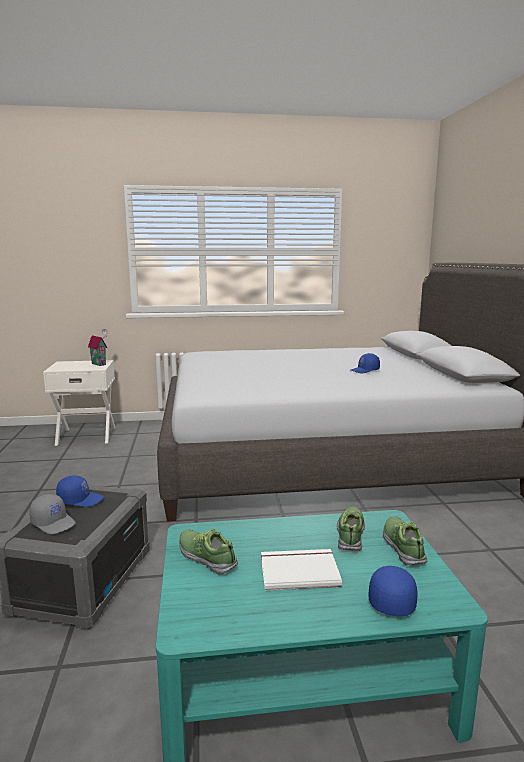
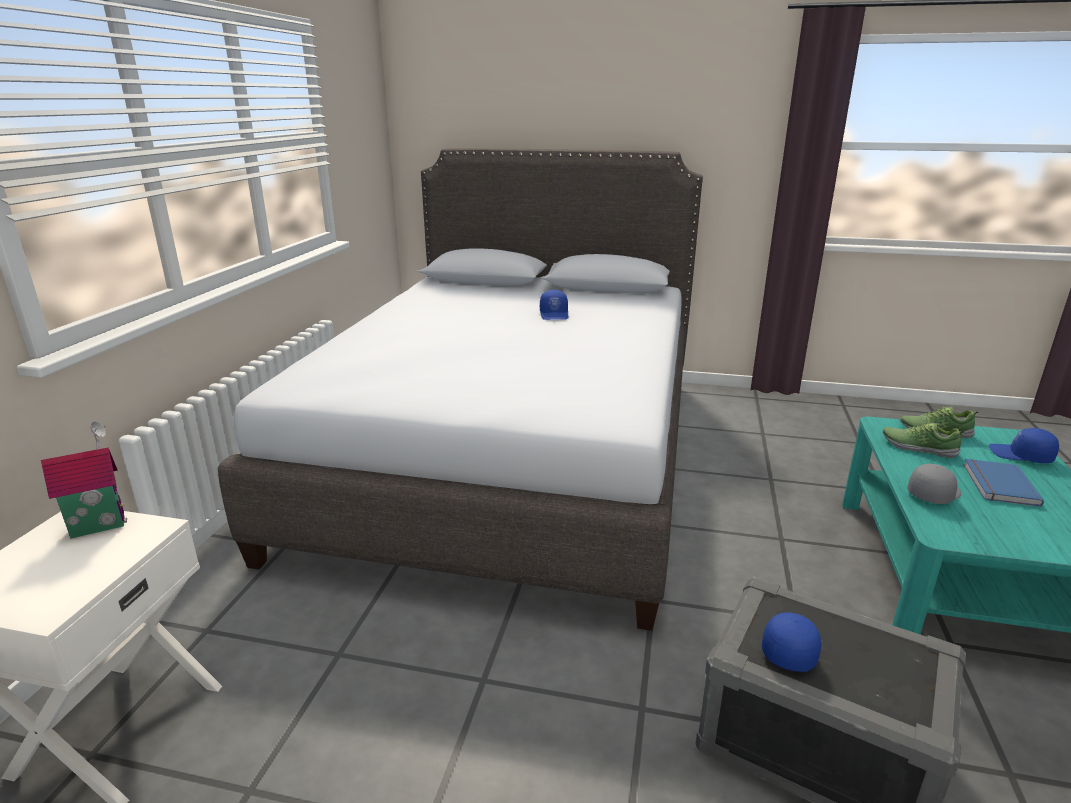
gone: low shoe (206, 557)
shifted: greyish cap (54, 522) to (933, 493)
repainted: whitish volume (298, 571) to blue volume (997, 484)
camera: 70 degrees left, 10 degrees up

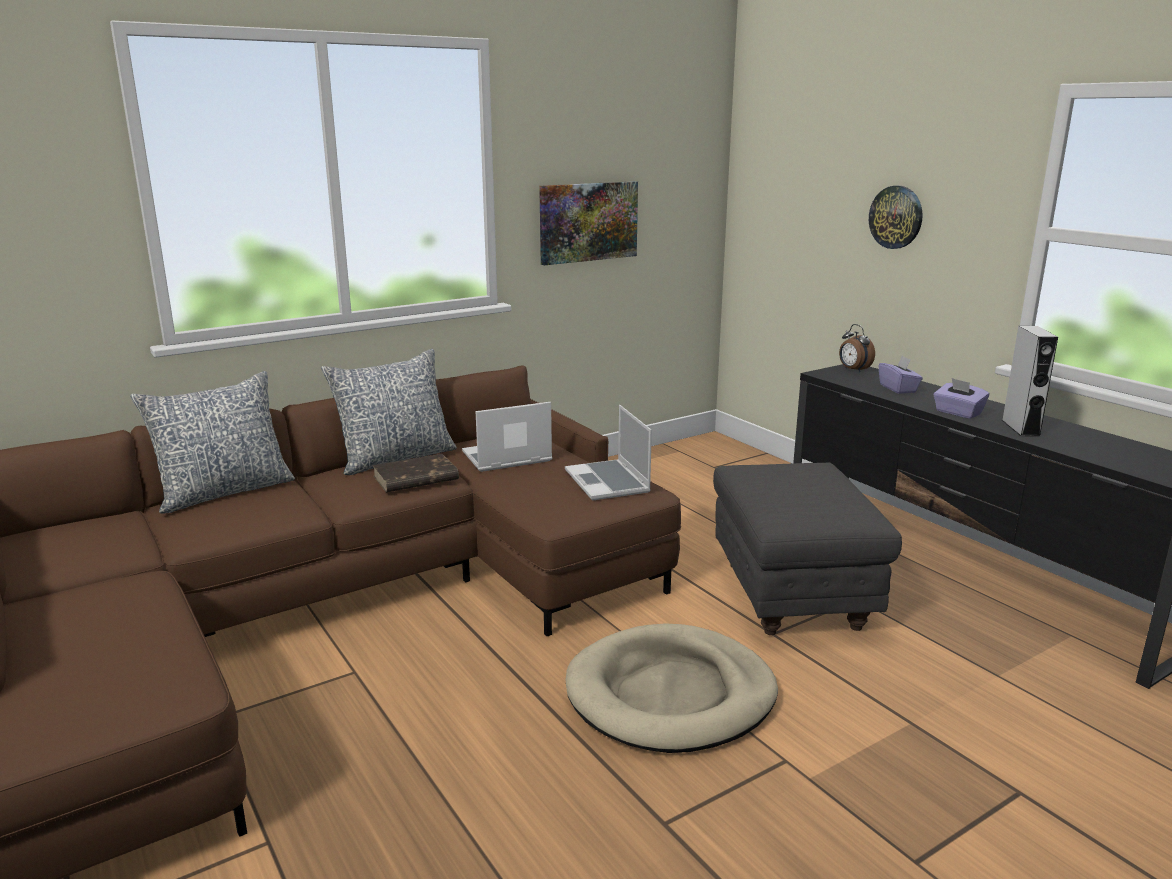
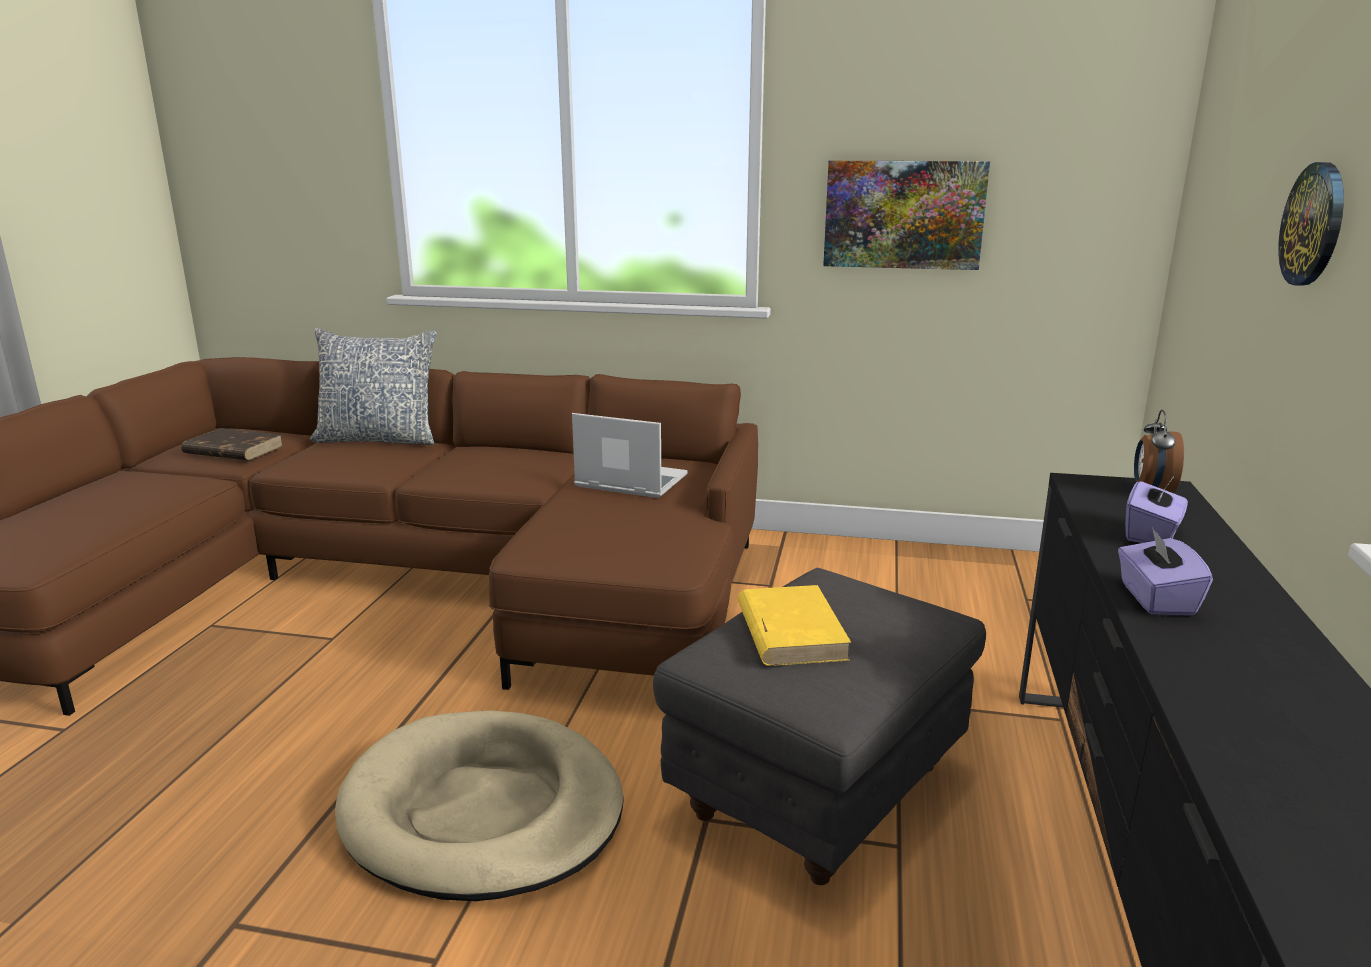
gone: cushion (395, 458); portable computer (608, 482); greyish speaker (1020, 428)
new: yellow-coloured volume (790, 631)
shifted: brown-coloured volume (415, 478) to (233, 450)
camera: 45 degrees right, 0 degrees up

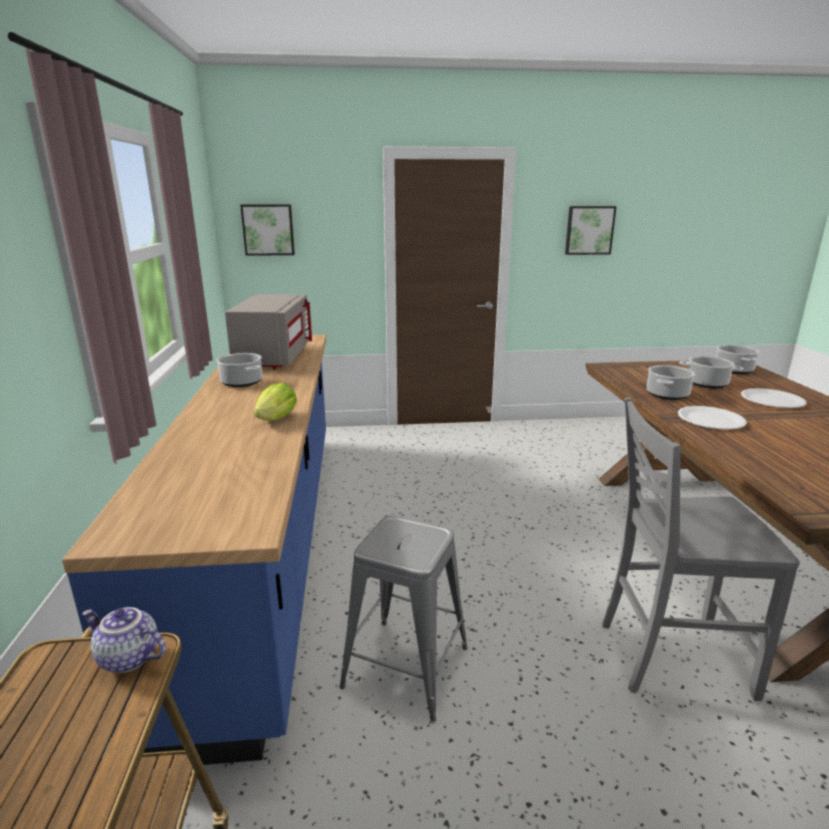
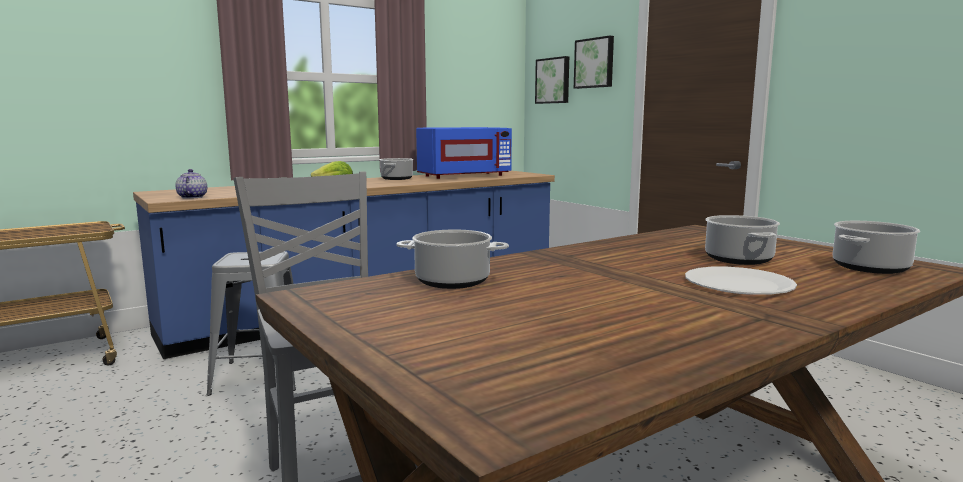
gone: whitish plate (711, 420)
shifted: pot for tea (127, 658) to (191, 197); wall art (589, 230) to (595, 63); saucepot (667, 394) to (453, 281)
repainted: greyish microwave oven (273, 357) to blue microwave oven (464, 176)
camera: 60 degrees right, 10 degrees down

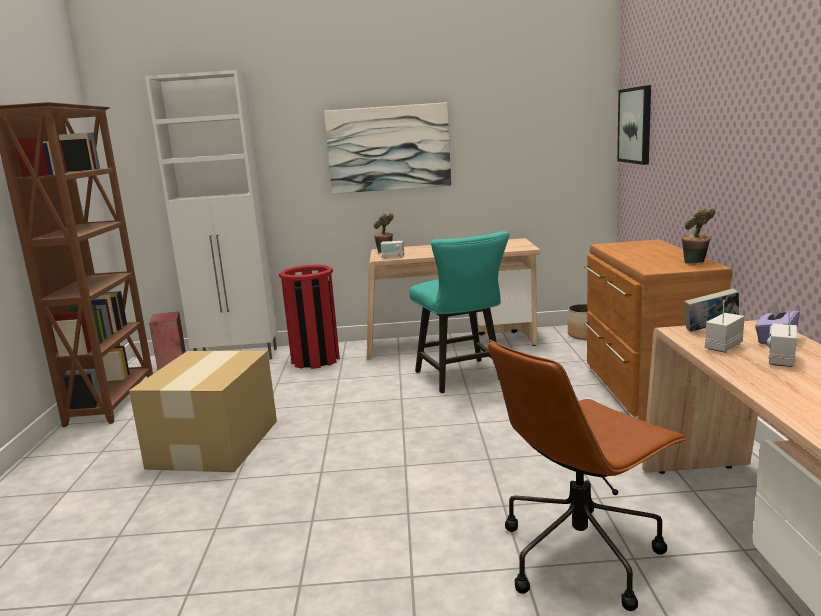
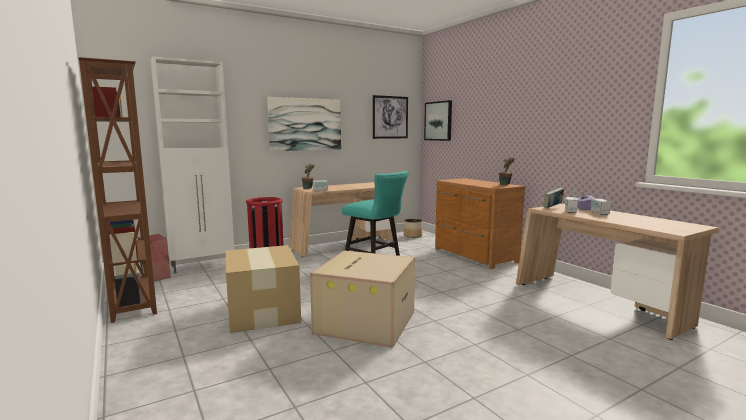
gone: brown-coloured computer chair (581, 554)
new: packing box (365, 321); wall art (390, 117)
camera: 30 degrees left, 5 degrees down

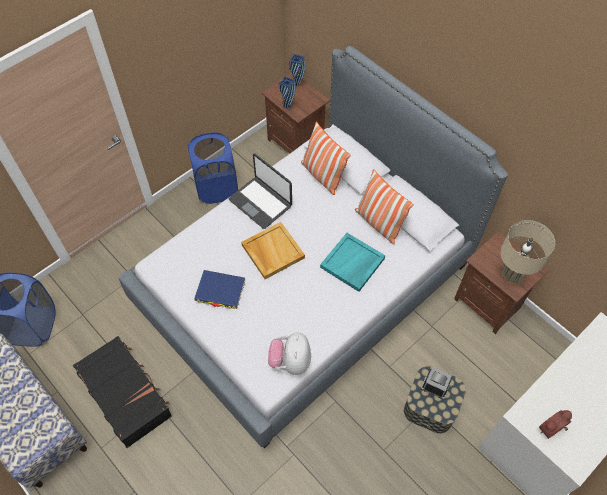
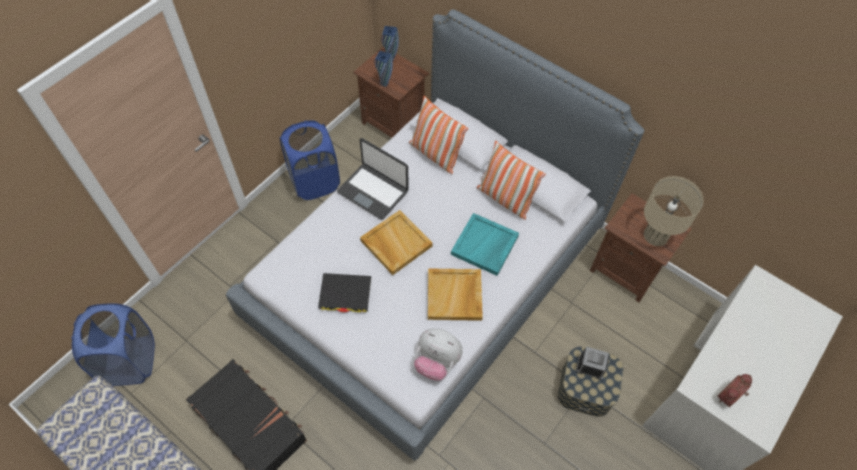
new: sand-coloured carrying tray (455, 296)
repainted: blue volume (220, 291) to black-coloured volume (345, 294)
rotated: soft toy (290, 361) = (436, 362) 60 degrees counterclockwise
camera: 10 degrees left, 0 degrees up

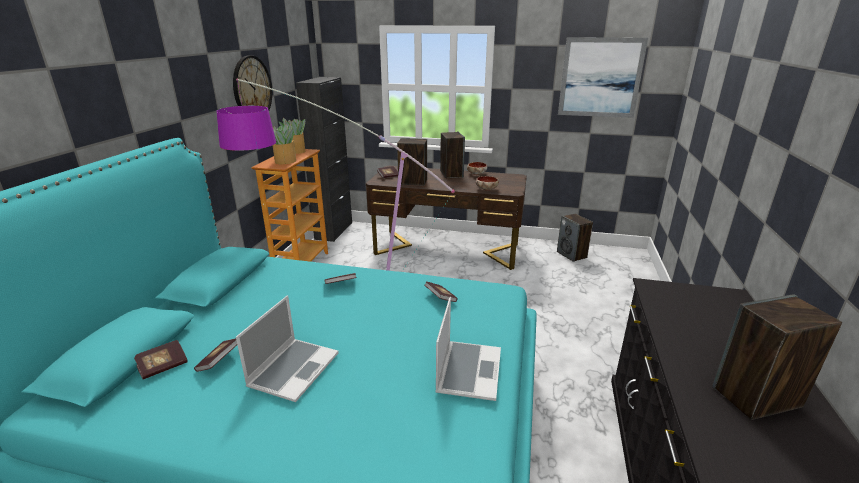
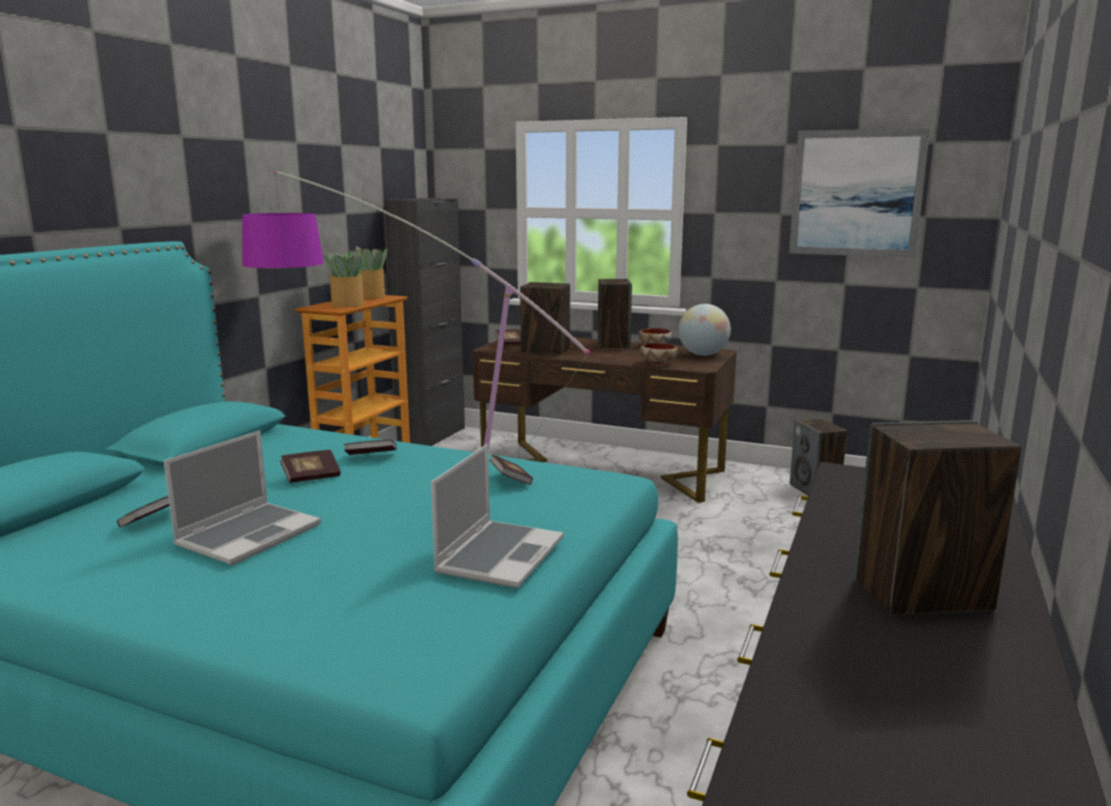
gone: clock on the wall (252, 88)
new: desk globe (703, 355)
shifted: volume (163, 366) to (311, 477)
camera: 10 degrees right, 10 degrees down

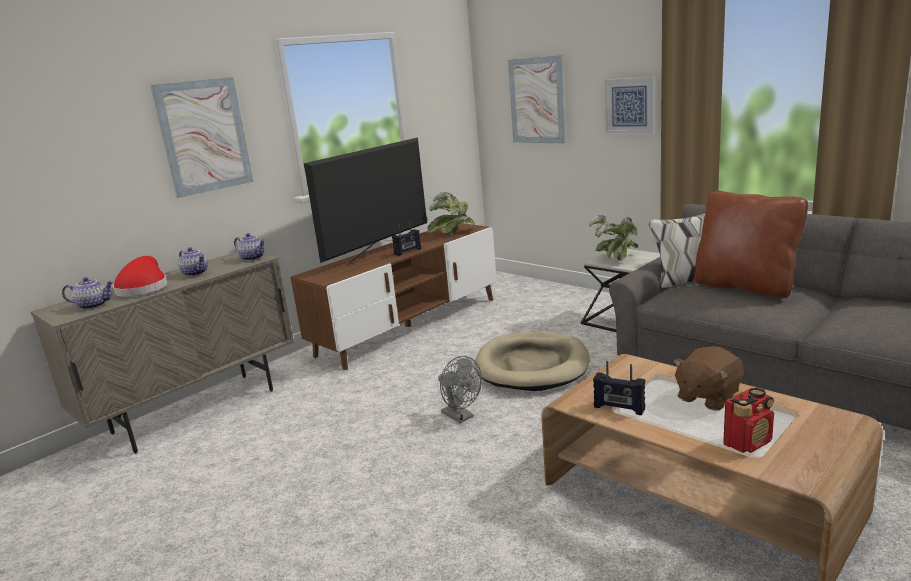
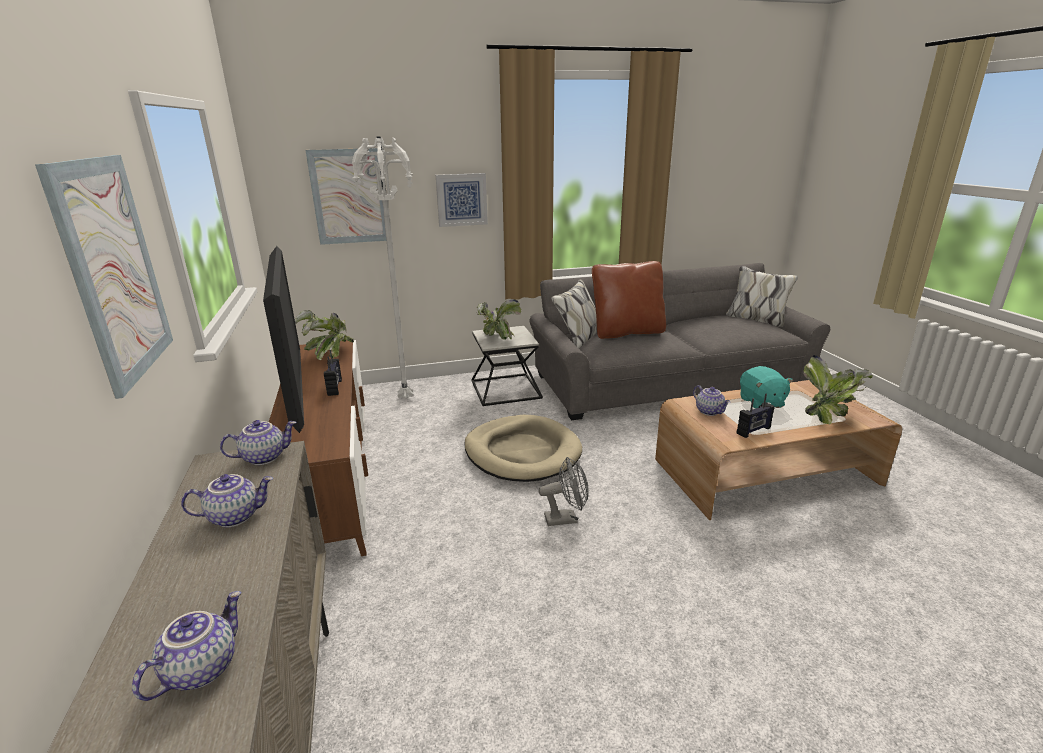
gone: reddish hat (143, 288)
new: whitish floor lamp (407, 398); pot for tea (709, 411)
swapped: radio (748, 442) to houseplant (828, 415)
repainted: brown-coloured soft toy (707, 397) to turquoise-coloured soft toy (761, 402)
camera: 60 degrees left, 5 degrees up

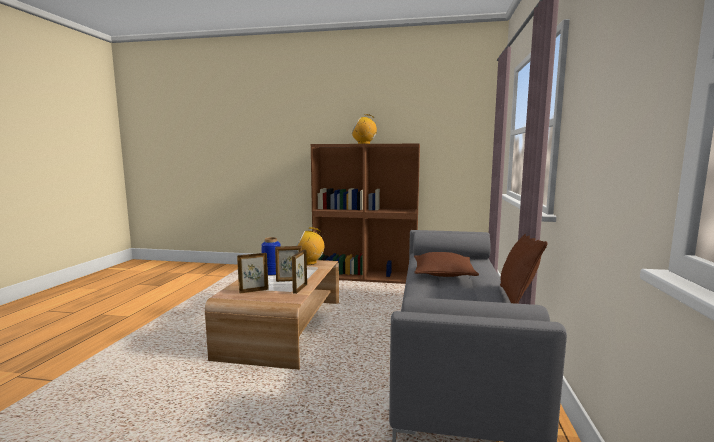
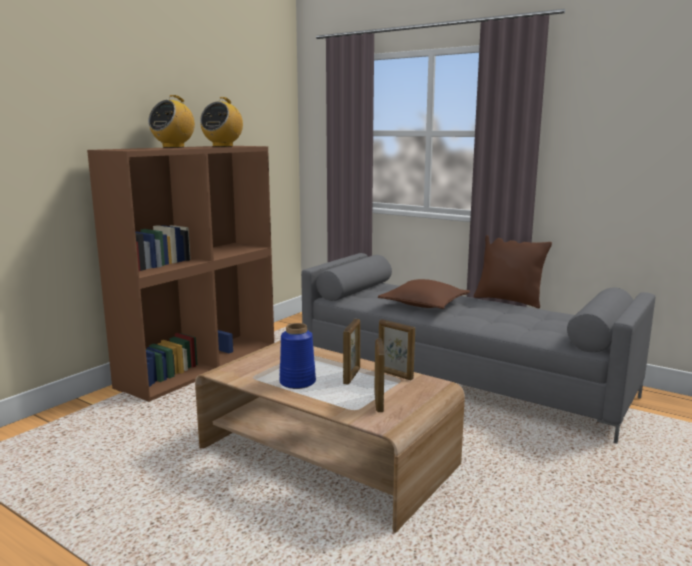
shifted: radio (309, 263) to (223, 146)
camera: 65 degrees left, 5 degrees up

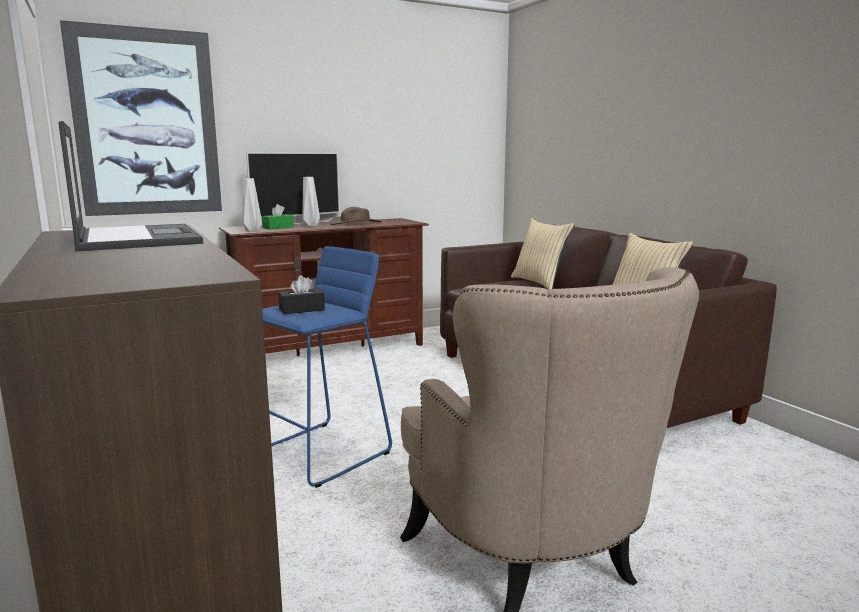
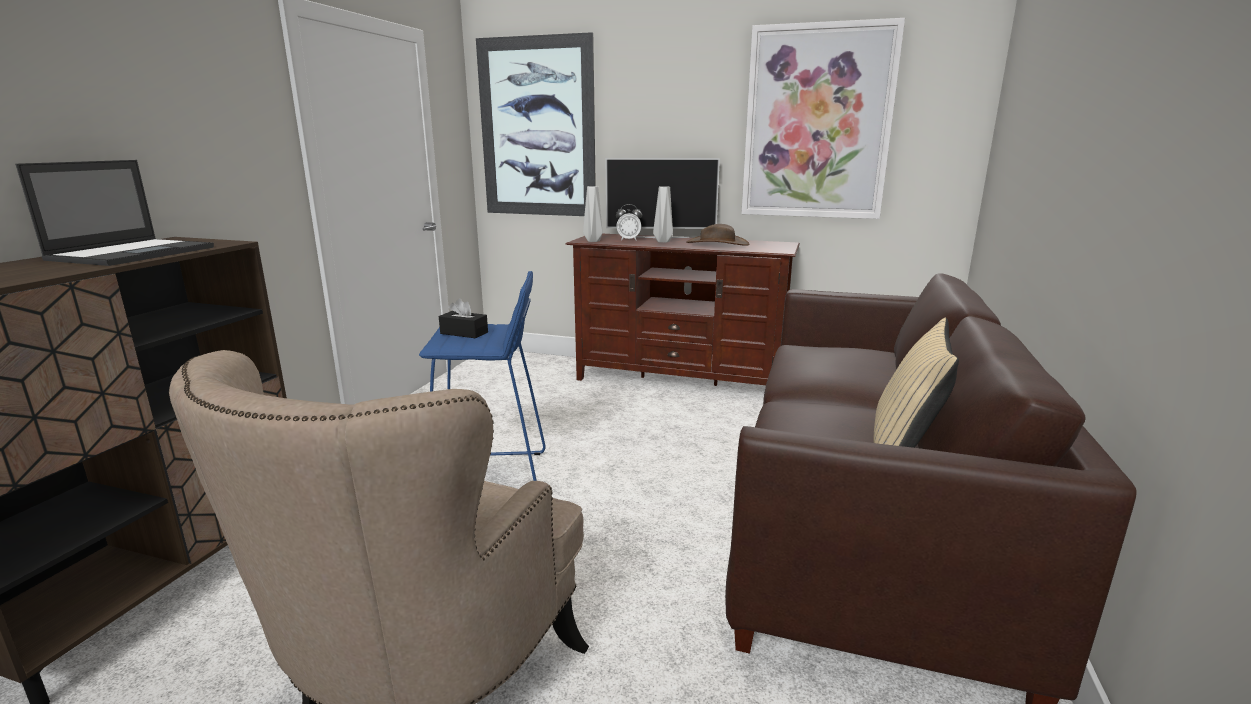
gone: sand-coloured cushion (539, 283)
new: wall art (817, 123)
swapped: greenish box of tissues (278, 227) to bedside clock (628, 240)
camera: 45 degrees right, 5 degrees up

